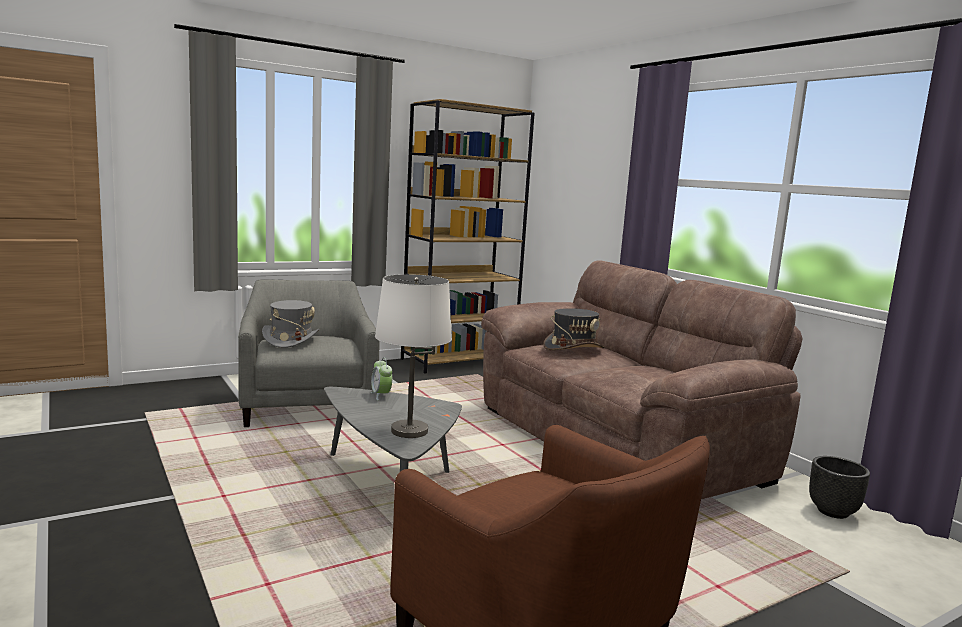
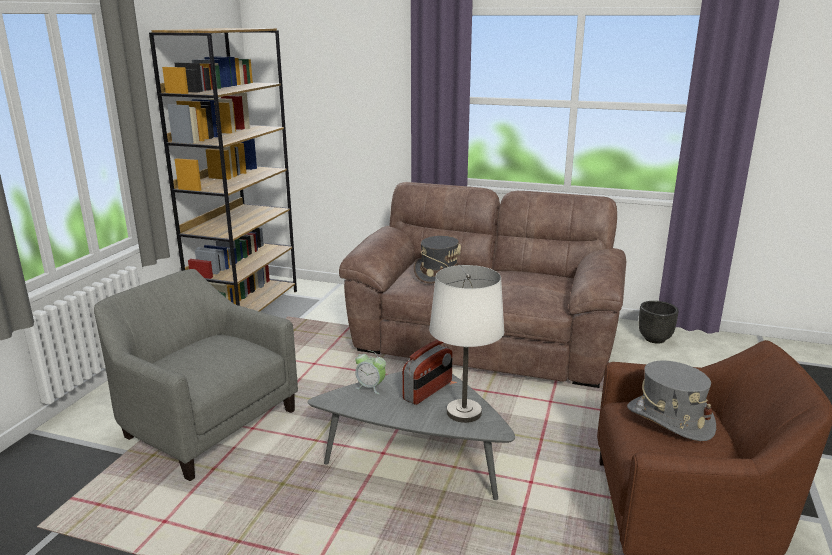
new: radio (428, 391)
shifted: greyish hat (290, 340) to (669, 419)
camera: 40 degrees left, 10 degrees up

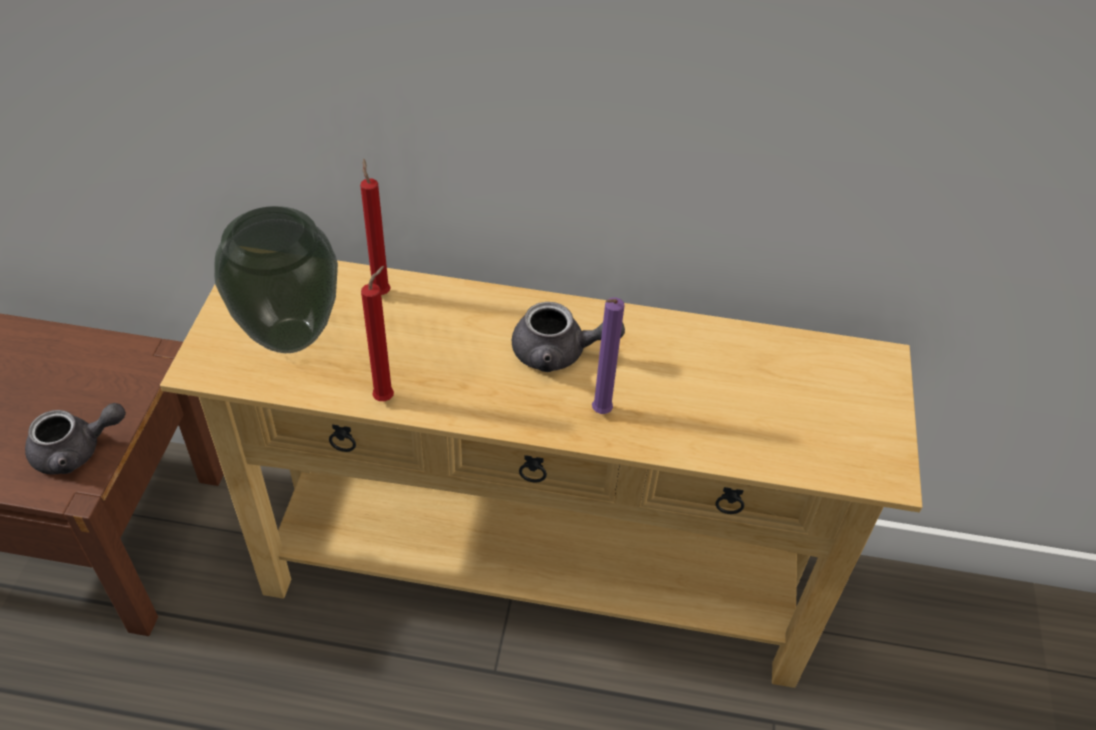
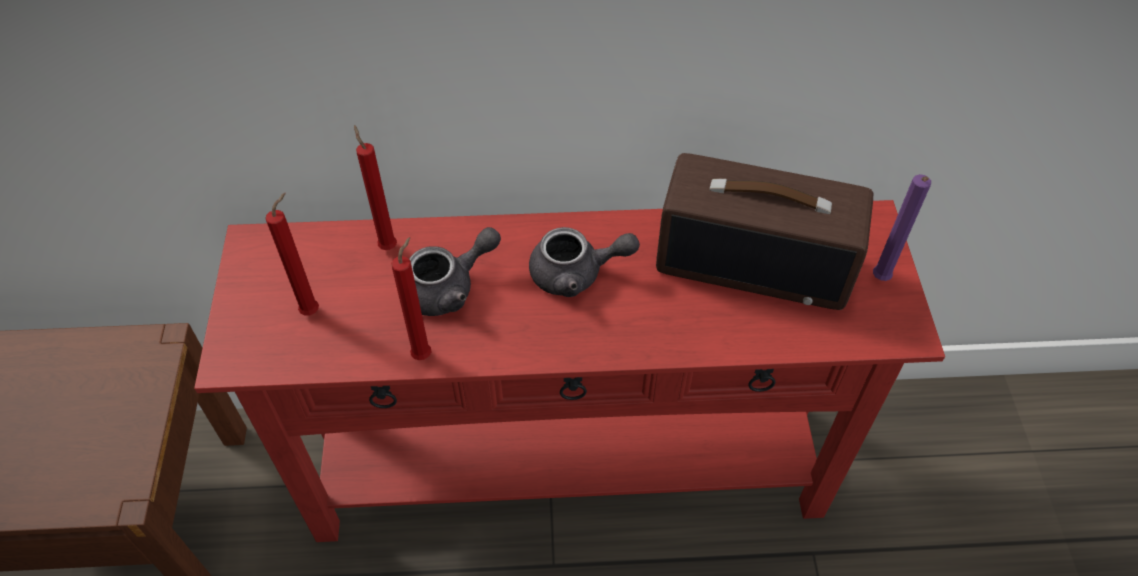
new: radio (755, 262)
shifted: greyish pot for tea (77, 451) to (448, 288); purplish wax candle (599, 413) to (879, 280)
swapped: flower vase (292, 337) to reddish wax candle (313, 310)
repainted: sand-coloured narrow table (535, 579) to reddish narrow table (568, 469)
camera: 10 degrees left, 5 degrees up

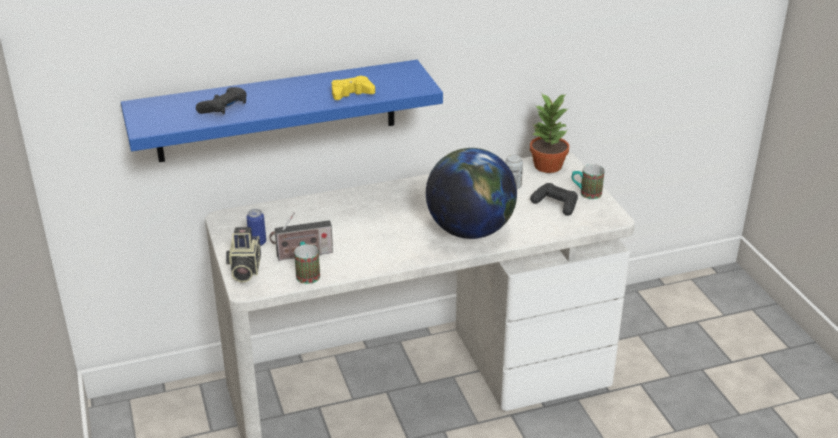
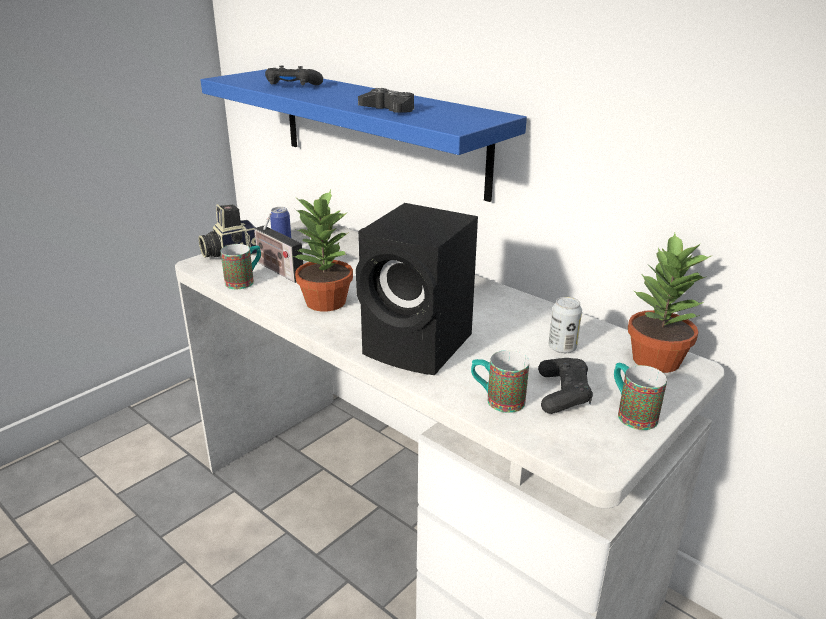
new: houseplant (324, 302); mug (497, 400)
swapped: desk globe (470, 230) to black-coloured speaker (421, 346)
repainted: yellow-coloured gamepad (351, 93) to black-coloured gamepad (388, 109)
camera: 60 degrees right, 5 degrees down

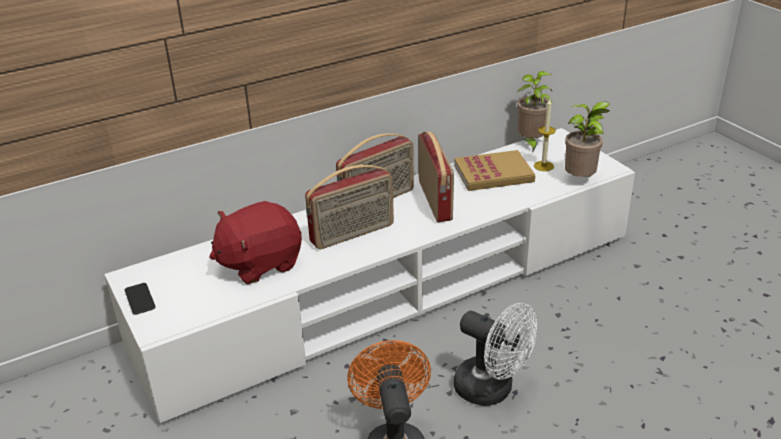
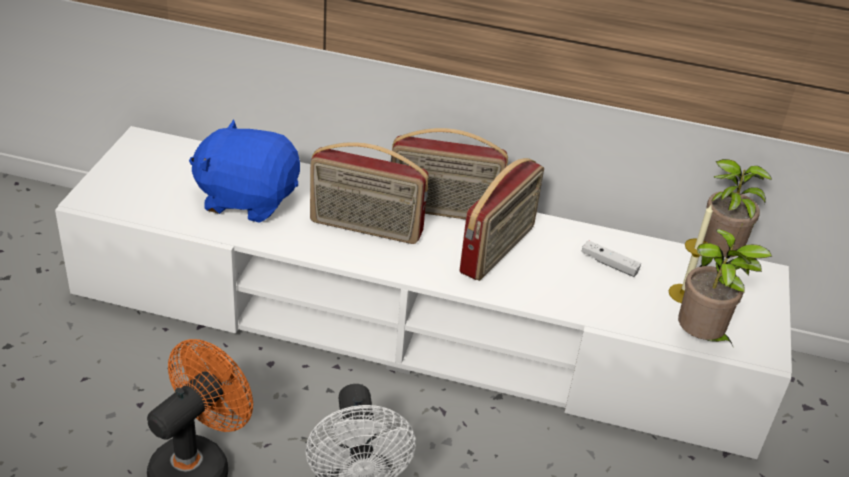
gone: telephone (140, 299)
swapped: volume (493, 174) to whitish gamepad (609, 264)
repainted: reddish soft toy (259, 263) to blue soft toy (247, 199)
camera: 40 degrees right, 5 degrees up

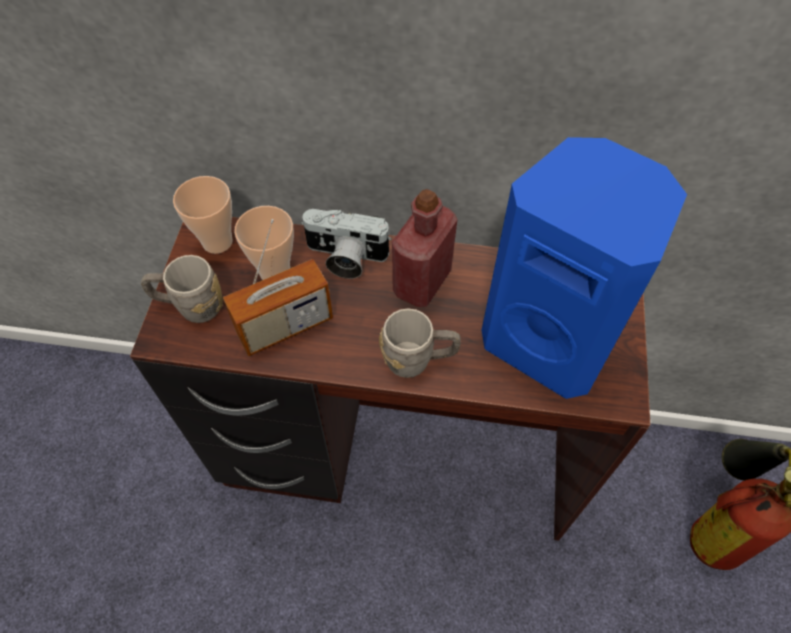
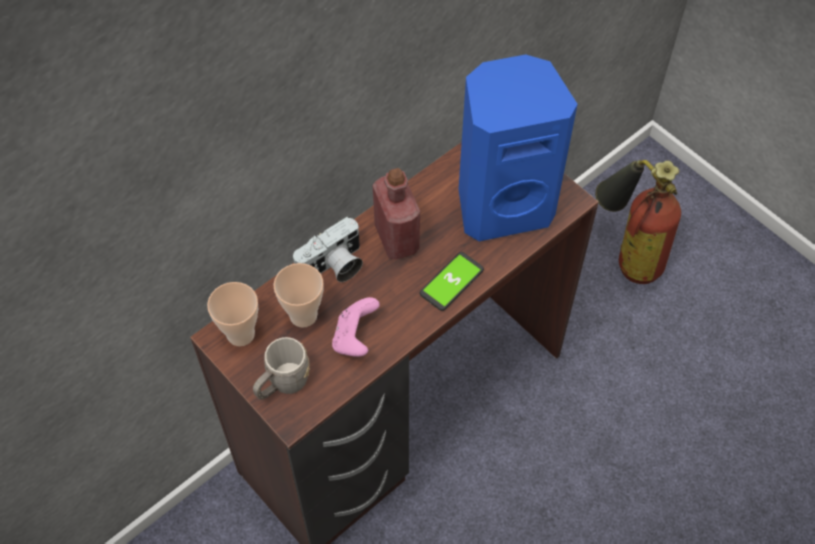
swapped: radio (285, 326) to pinkish gamepad (355, 338); greyish mug (418, 360) to telephone (451, 282)
camera: 50 degrees left, 0 degrees up

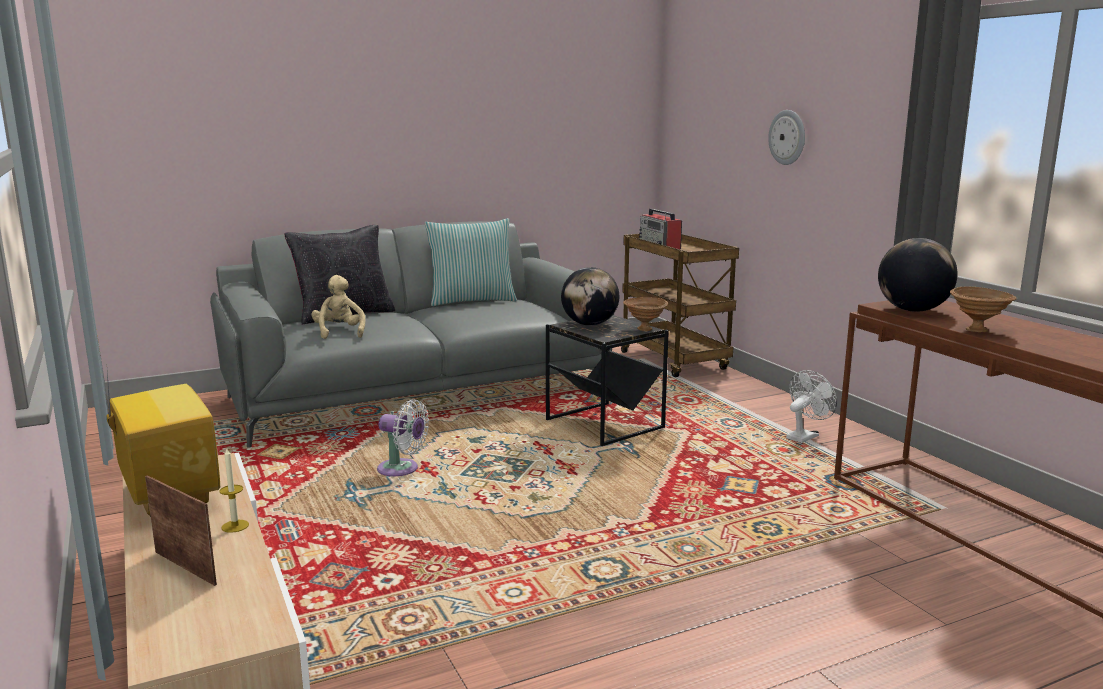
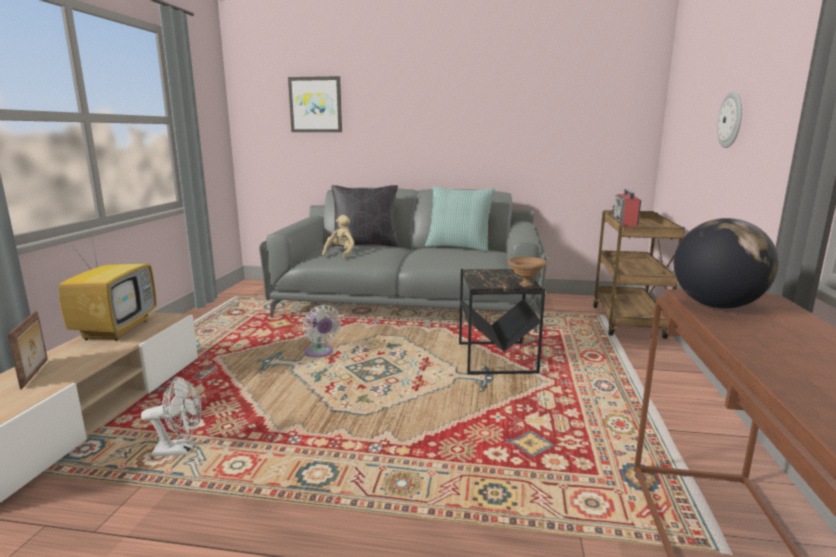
gone: wax candle (235, 526); desk globe (589, 324); brown-coloured serving bowl (978, 330)
new: wall art (315, 104)
shifted: whitish fan (805, 436) to (181, 449)
camera: 35 degrees right, 0 degrees up

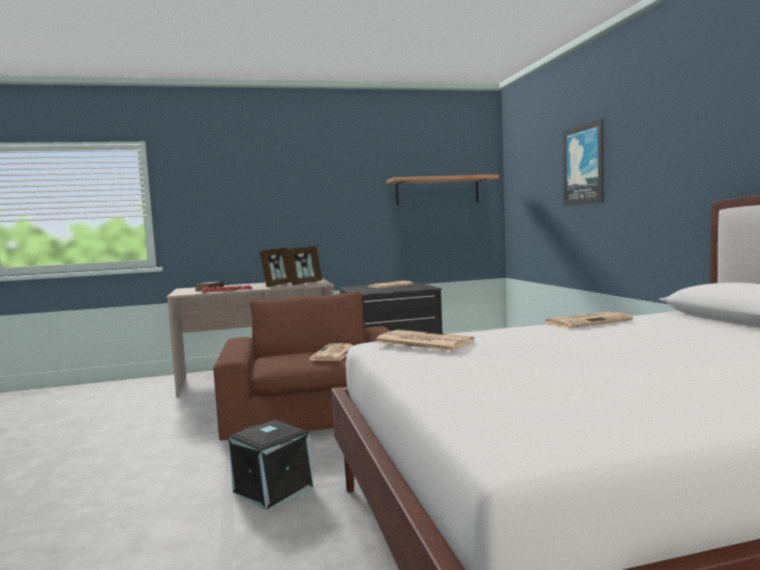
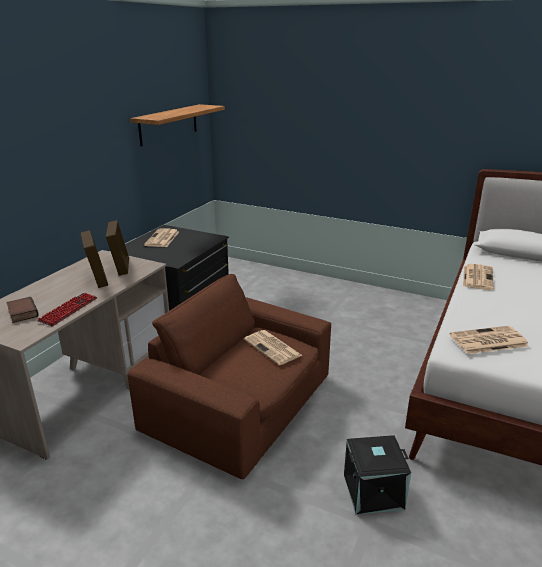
gone: wall art (584, 164)
camera: 50 degrees left, 20 degrees up

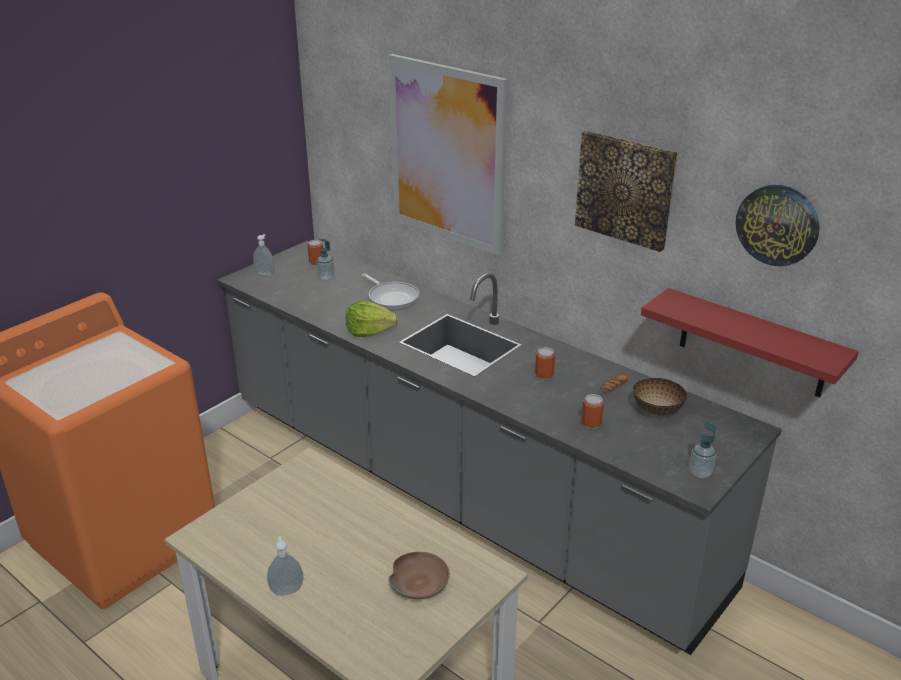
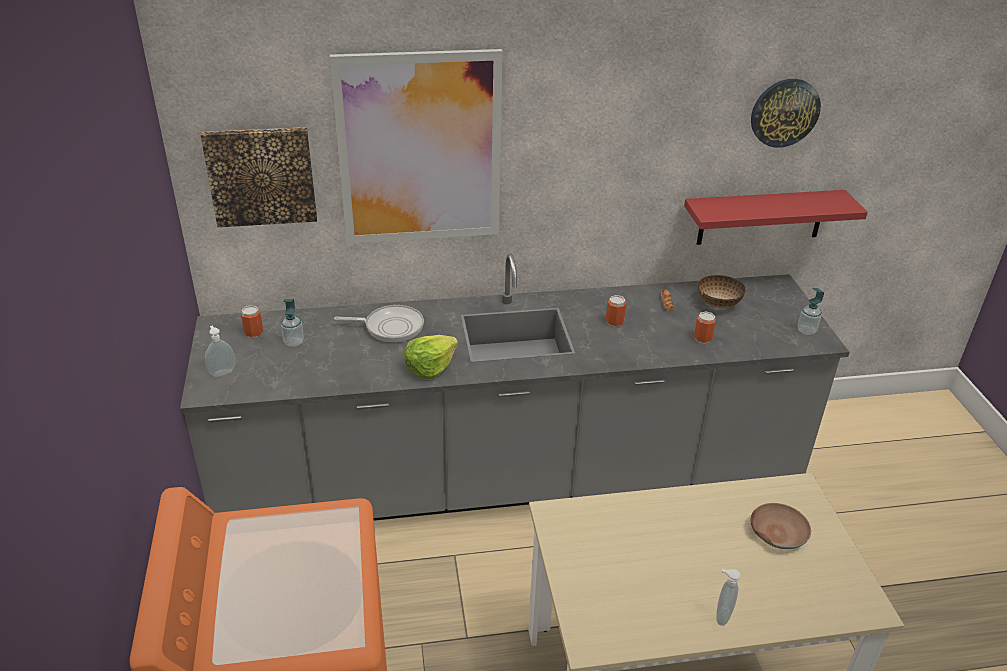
shifted: wall art (625, 189) to (261, 176)
camera: 50 degrees left, 5 degrees up

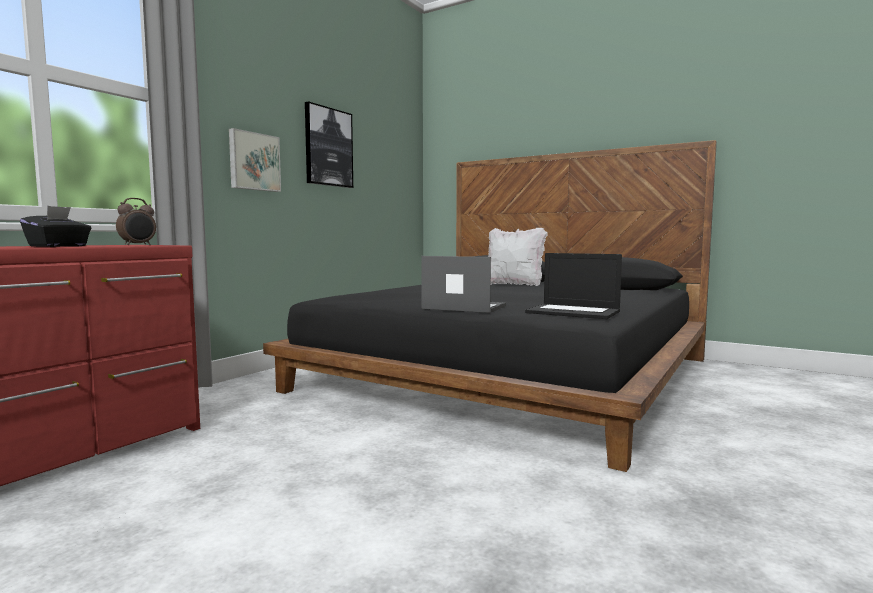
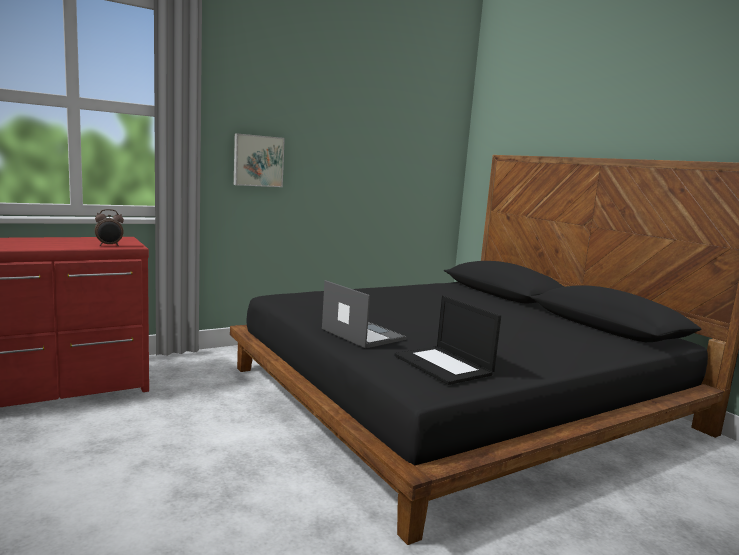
gone: black-coloured box of tissues (59, 246); wall art (328, 147); whitish cushion (514, 285)
camera: 25 degrees right, 5 degrees up

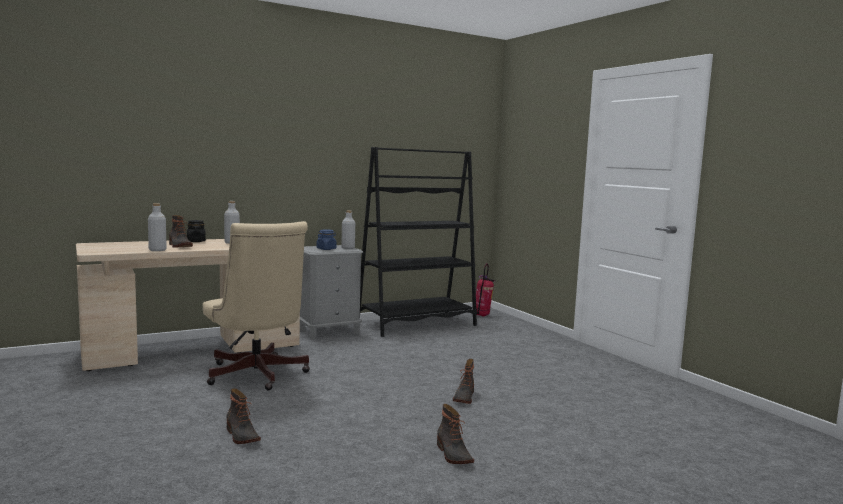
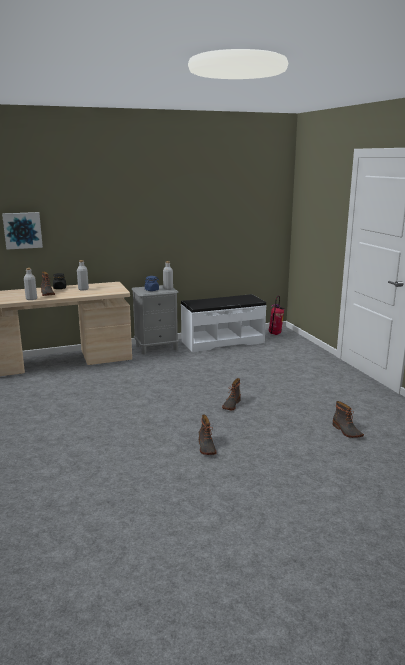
gone: sand-coloured computer chair (257, 376)
new: wall art (22, 230)
shifted: high-top boot (241, 436) to (346, 431)
swapped: black-coloured bookshelf (417, 324) to whitish bench (222, 342)
camera: 10 degrees right, 10 degrees up

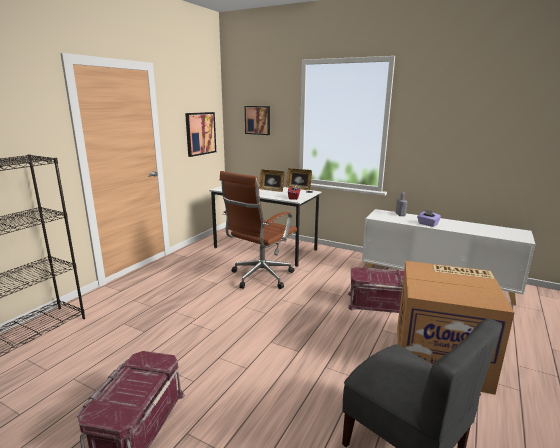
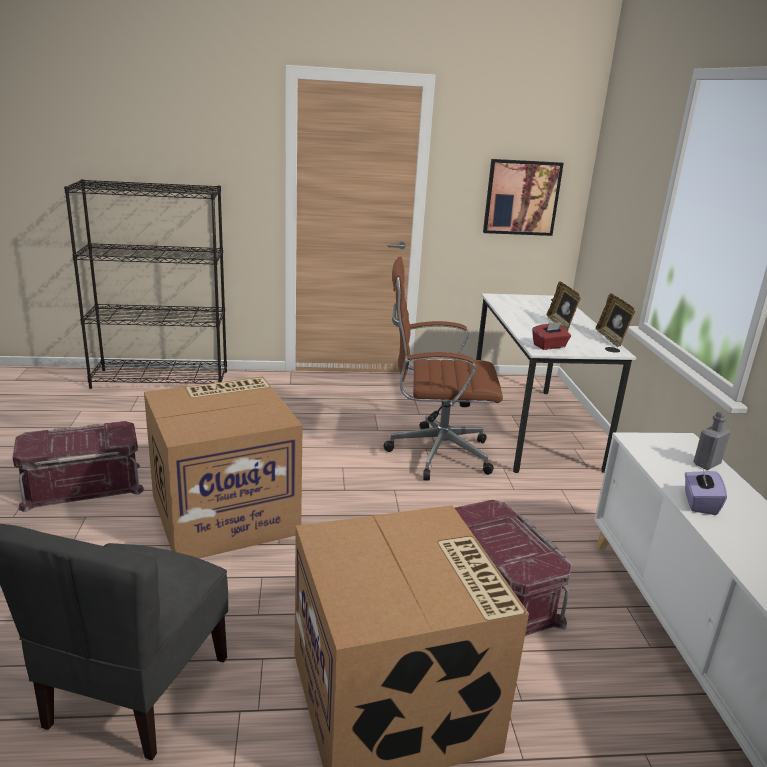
gone: wall art (258, 120)
new: packing box (226, 513)
camera: 55 degrees right, 5 degrees up

